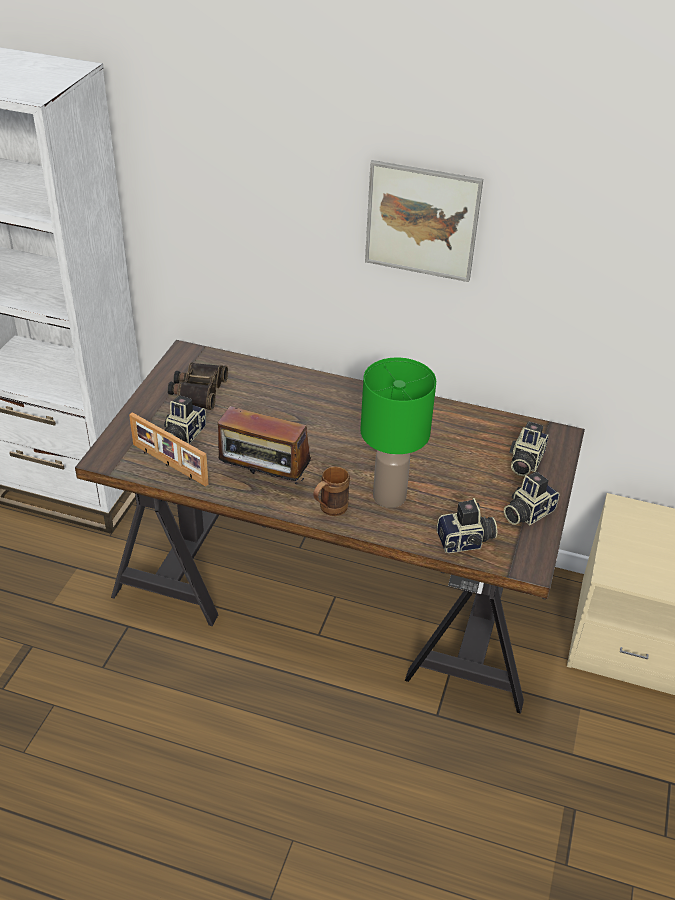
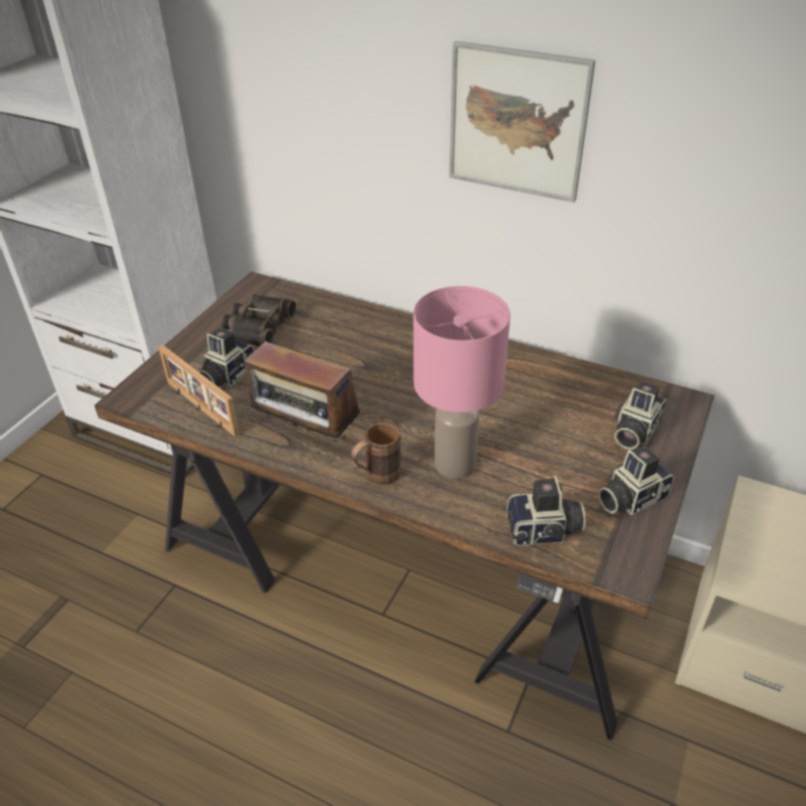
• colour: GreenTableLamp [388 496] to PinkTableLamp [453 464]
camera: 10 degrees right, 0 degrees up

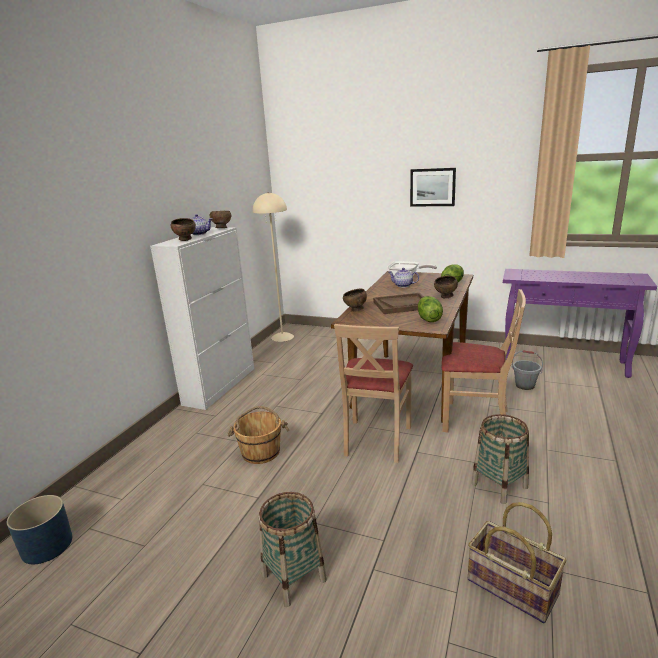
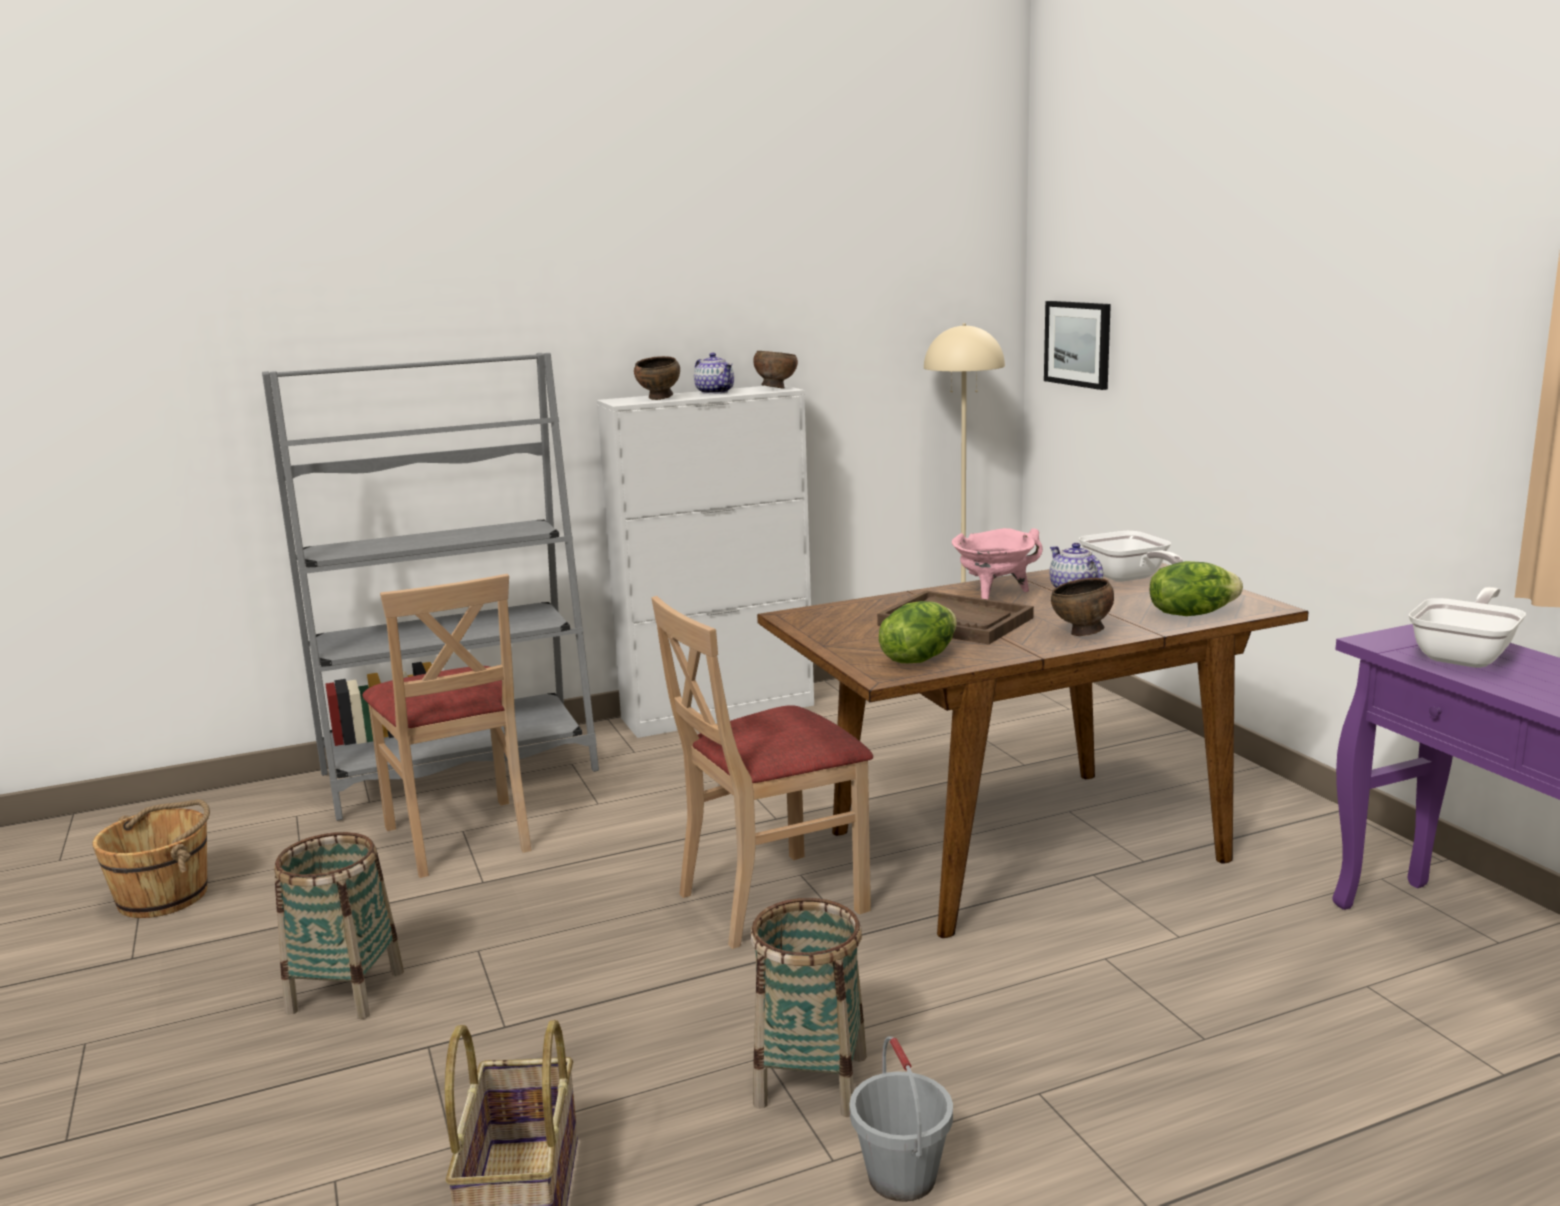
• relocated: BrownBucket [261 452] to [165 896]
• appeared: GreyBookcase [459 772]
• relocated: BeigeChair [475 419] to [460 837]
• relocated: GreyBucket [524 385] to [901 1177]
• appeared: PinkCookingPot [994 594]
• relocated: Picture [432 187] to [1078 343]
• appeared: FryingPan [1466 656]
• missing: BluePlanter [47 546]
• missing: BrownBowl [355 310]
camera: 45 degrees right, 5 degrees down

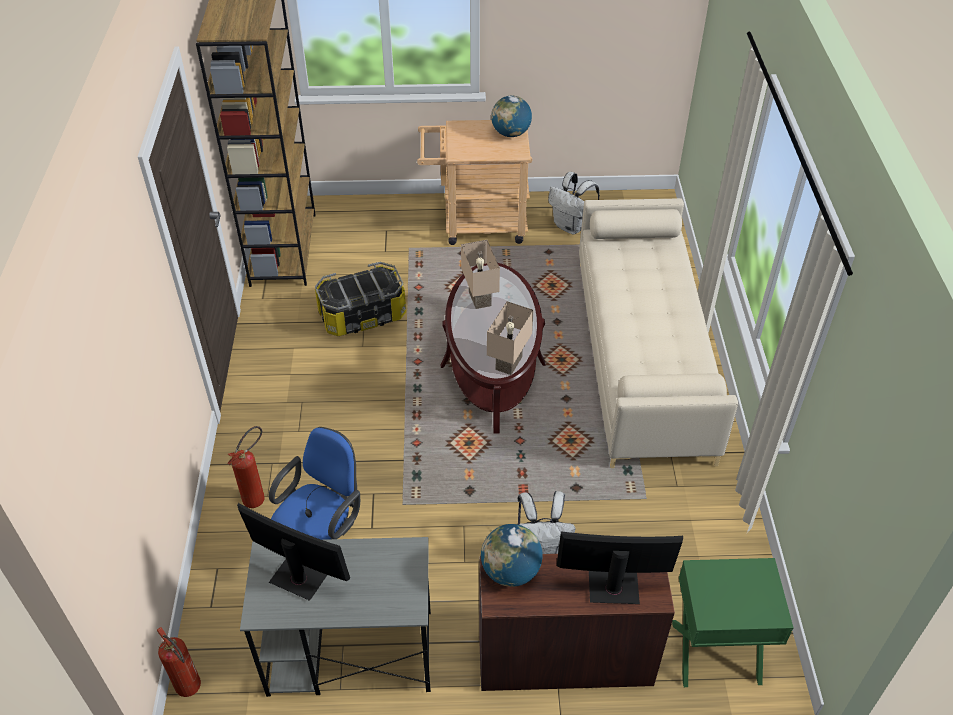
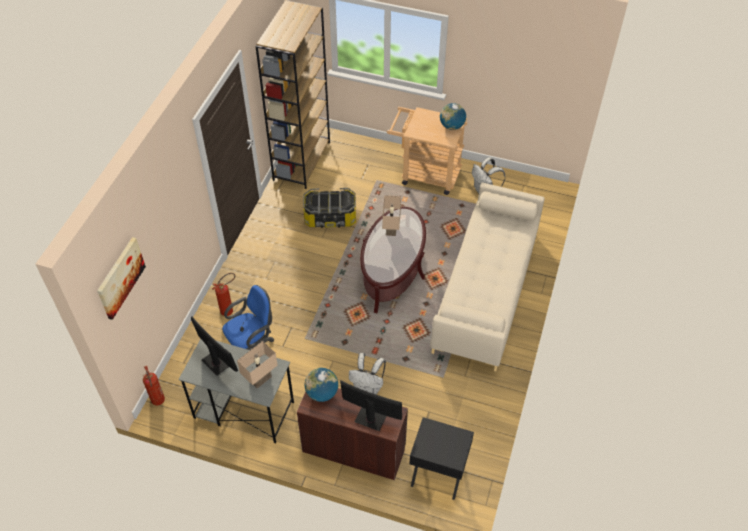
• appeared: Picture [120 277]
• relocated: BeigeTableLamp [507 362] to [260 378]
• colour: GreenNightstand [716 653] to BlackNightstand [437 474]
camera: 20 degrees right, 5 degrees up

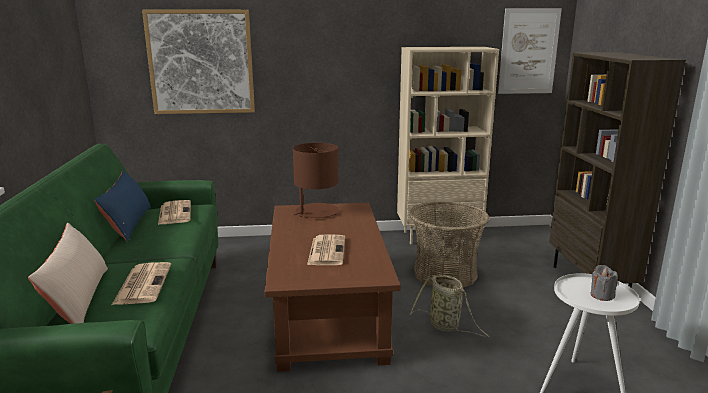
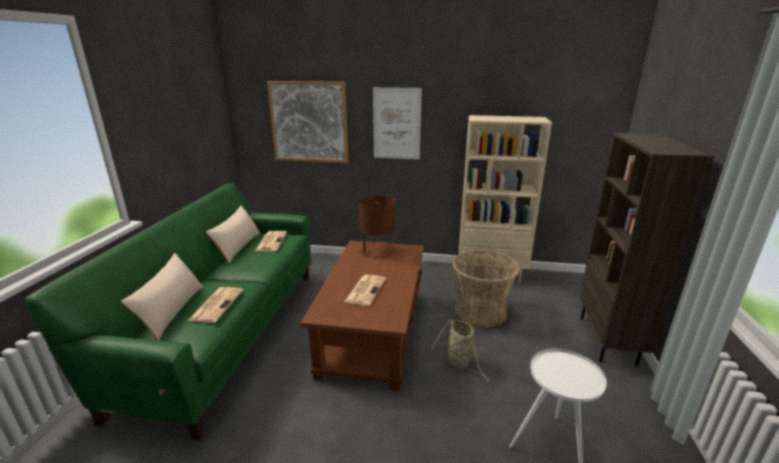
• colour: BluePillow [128 224] to BeigePillow [238 247]
• relocated: Picture [528 51] to [396 124]
• missing: GreyCandle [601 295]
camera: 15 degrees right, 5 degrees up

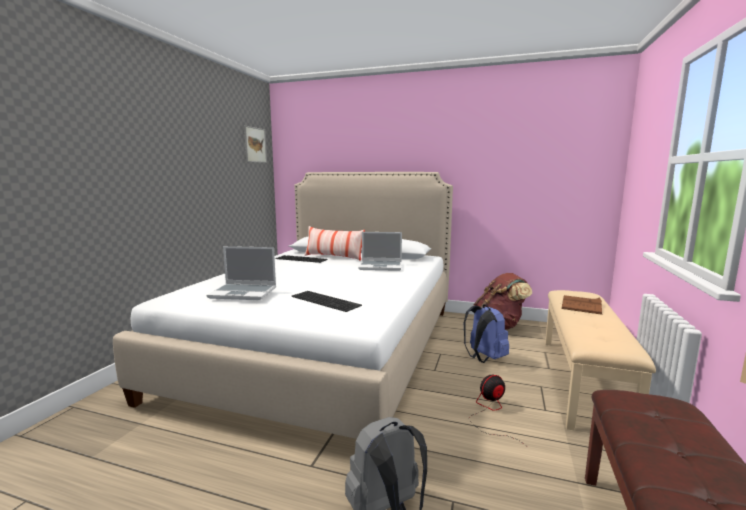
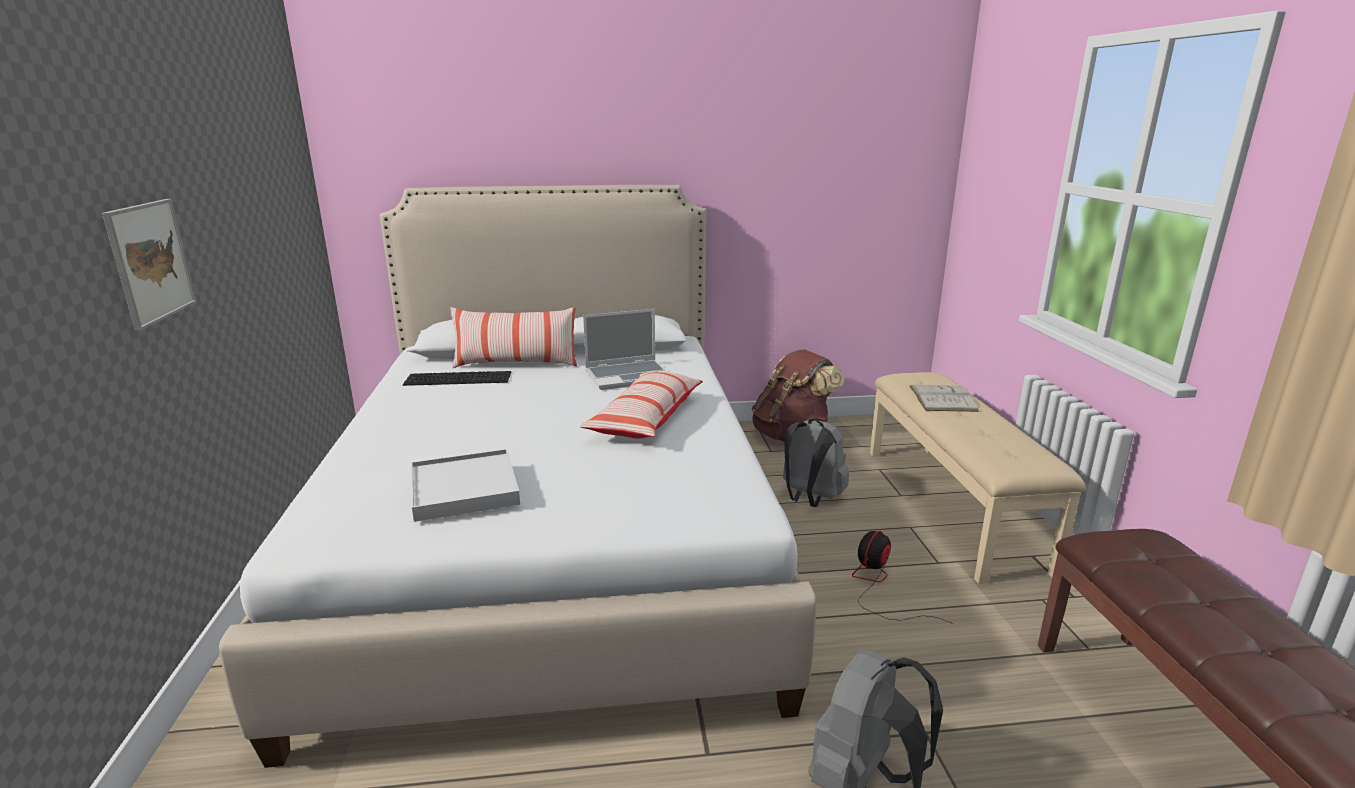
• relocated: Picture [255 145] to [151 262]
• exchanged: Laptop [244 293] to WhiteTray [465 489]
• appeared: Pillow [646 418]
• colour: BlueBackpack [484 358] to GreyBackpack [810 498]
• colour: BrownBook [581 305] to WhiteBook [942 398]
• missing: Keyboard [327 300]
camera: 25 degrees left, 10 degrees up

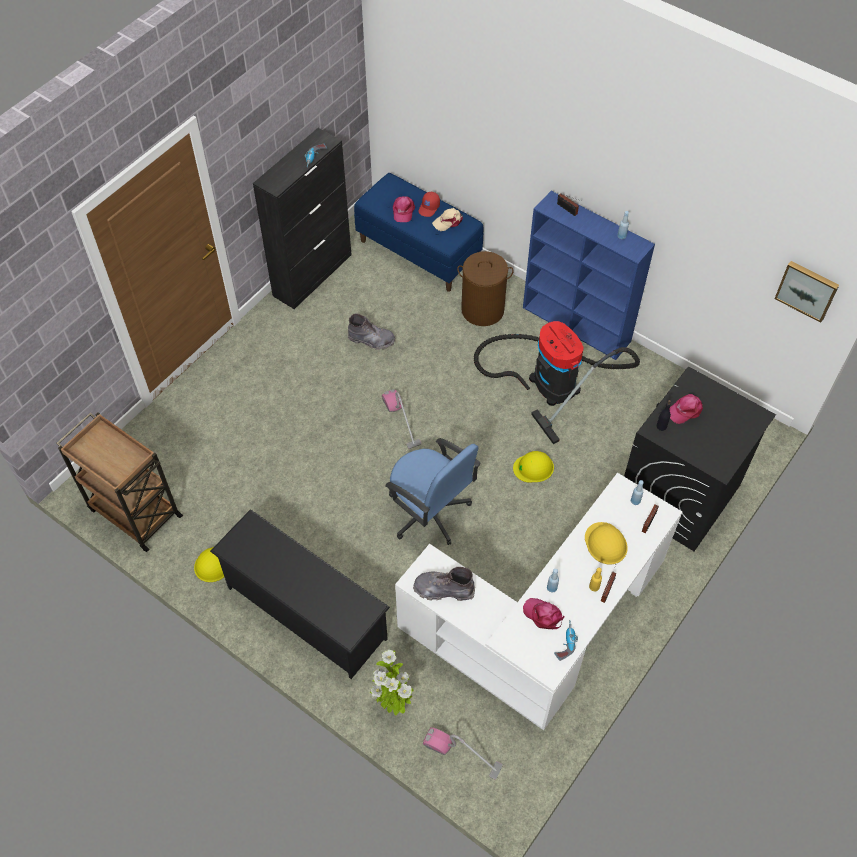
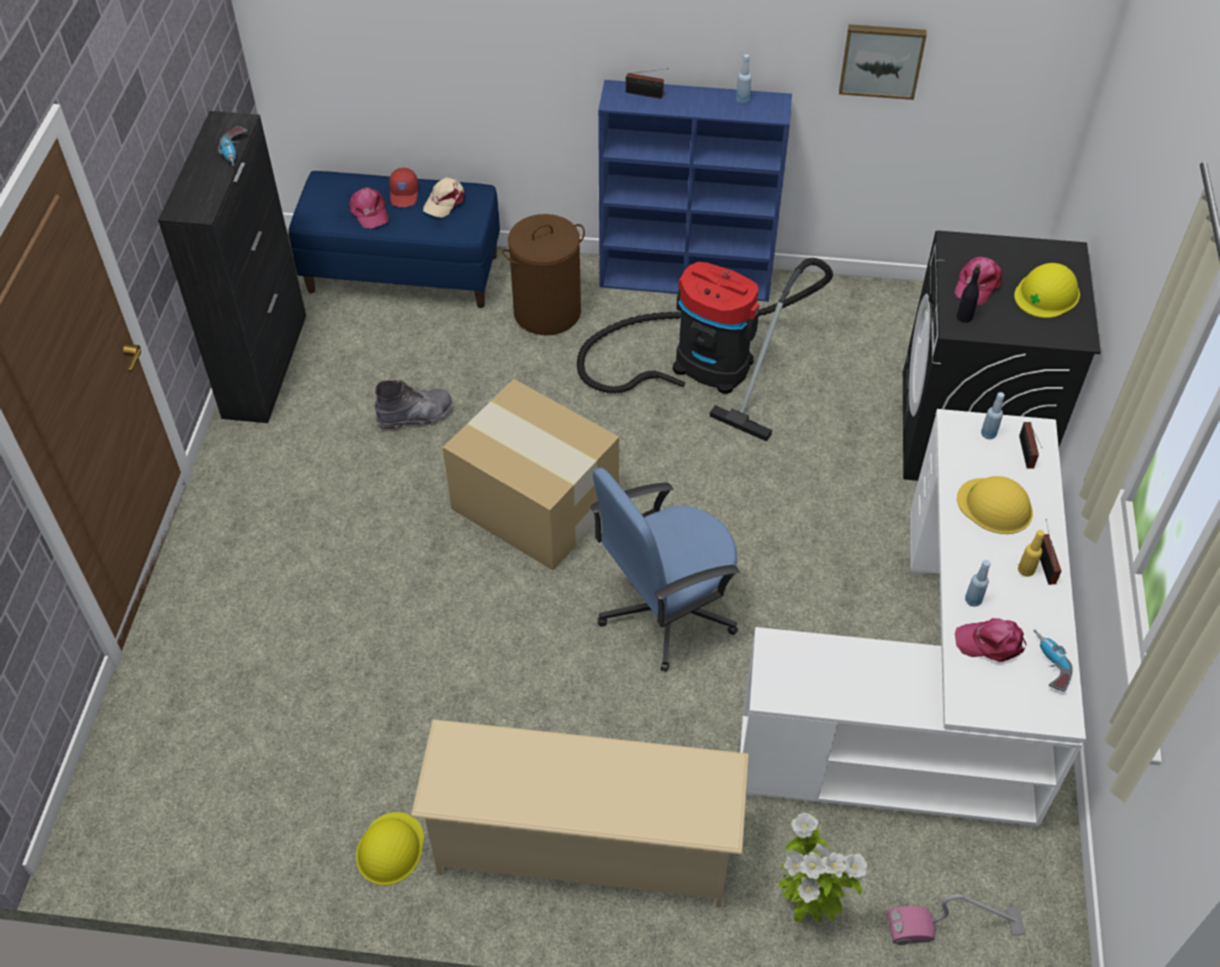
• colour: BlackShoeRack [305 612] to BeigeShoeRack [584 846]
• exchanged: VacuumCleaner [401 421] to CardboardBox [536 505]
• spun: BlueOfficeChair [429 512] = [665 611] 135 degrees clockwise
• relocated: Picture [807 290] to [881 59]
• relocated: YellowHardHat [533 467] to [1047 294]
• missing: BrownCart [134 512]
• missing: GreyBoot [443 590]
camera: 30 degrees left, 5 degrees down

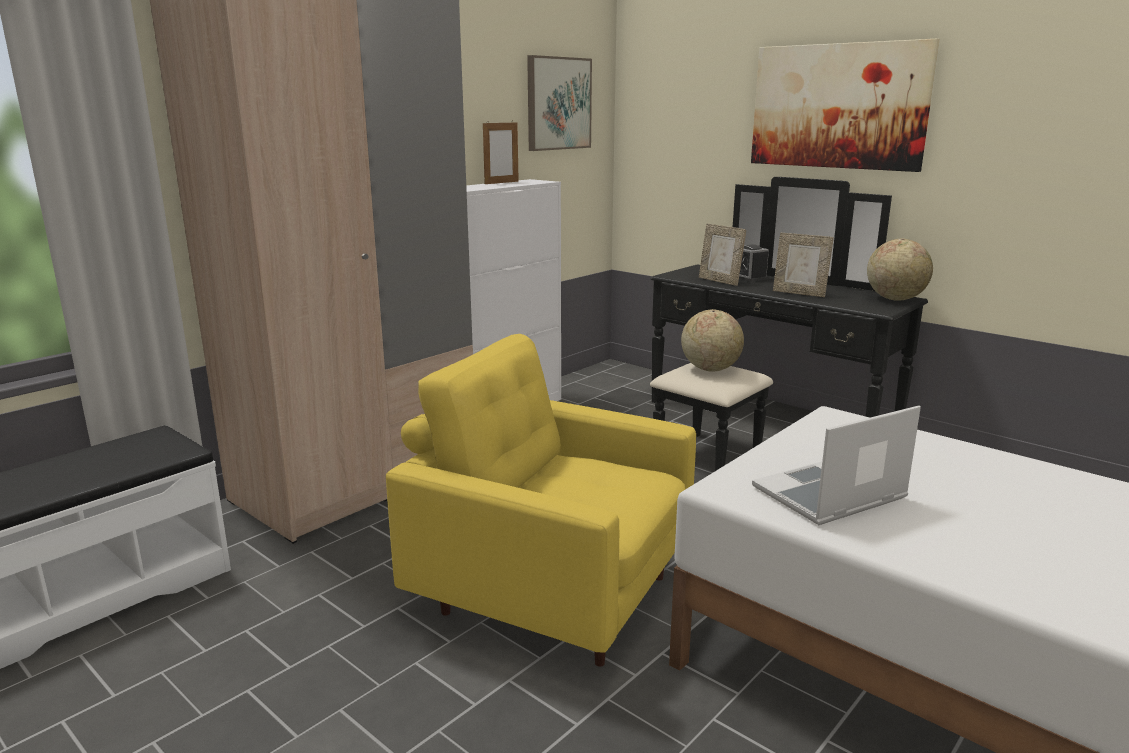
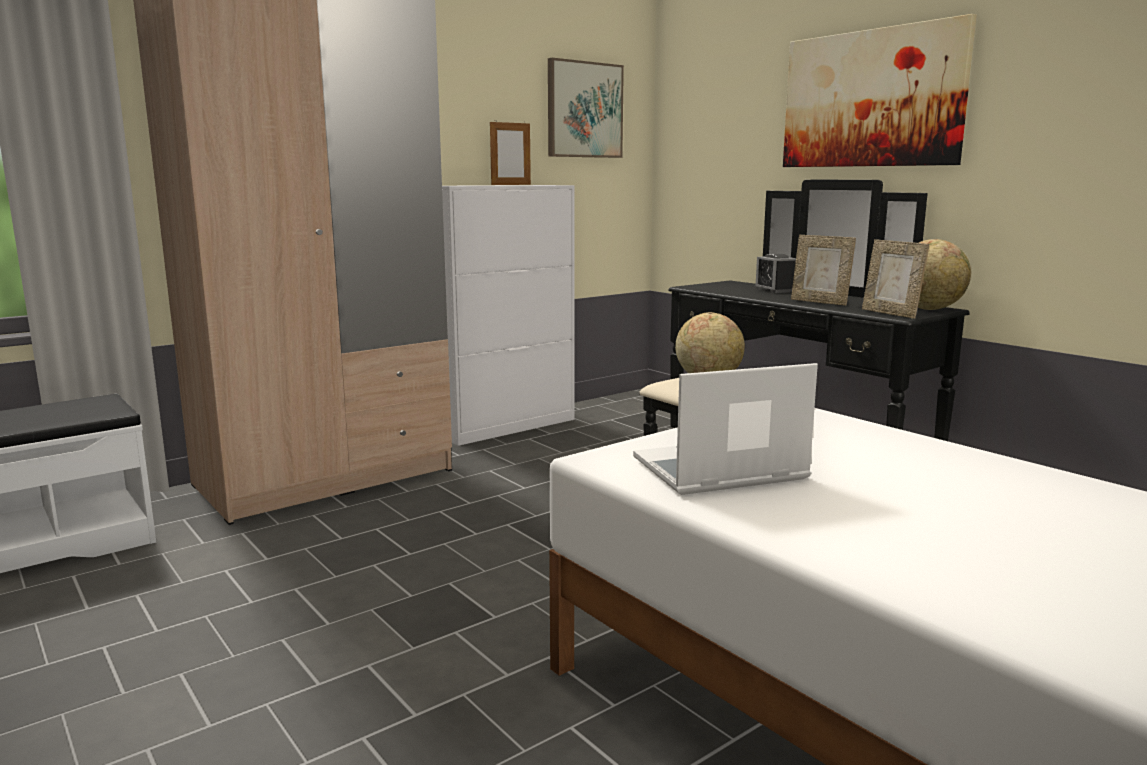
• relocated: PictureFrame [720 281] to [890 313]
• missing: YellowArmchair [551 592]
camera: 10 degrees right, 5 degrees down

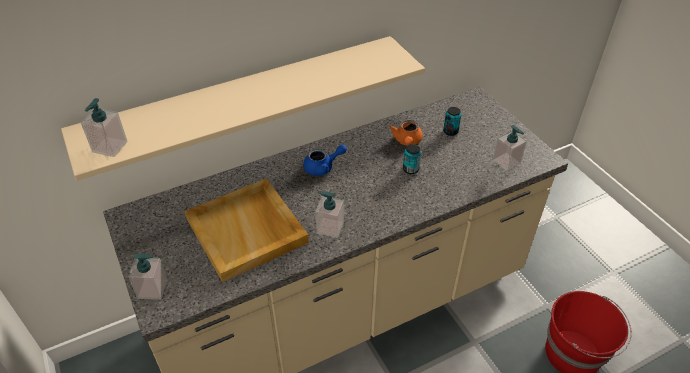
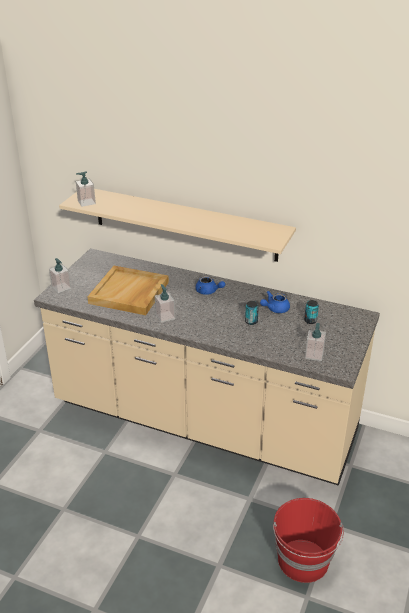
• colour: OrangeTeapot [407 141] to BlueTeapot [275 309]
camera: 50 degrees right, 10 degrees down

